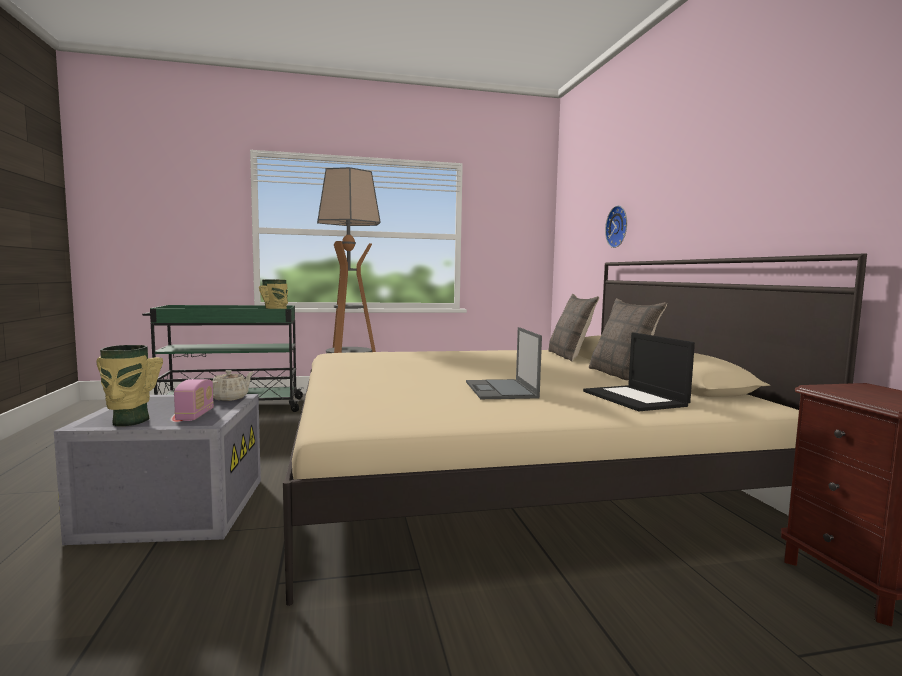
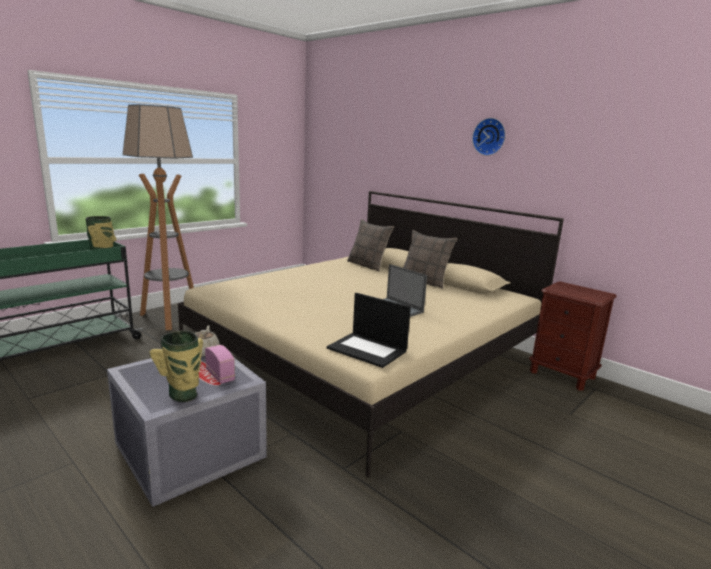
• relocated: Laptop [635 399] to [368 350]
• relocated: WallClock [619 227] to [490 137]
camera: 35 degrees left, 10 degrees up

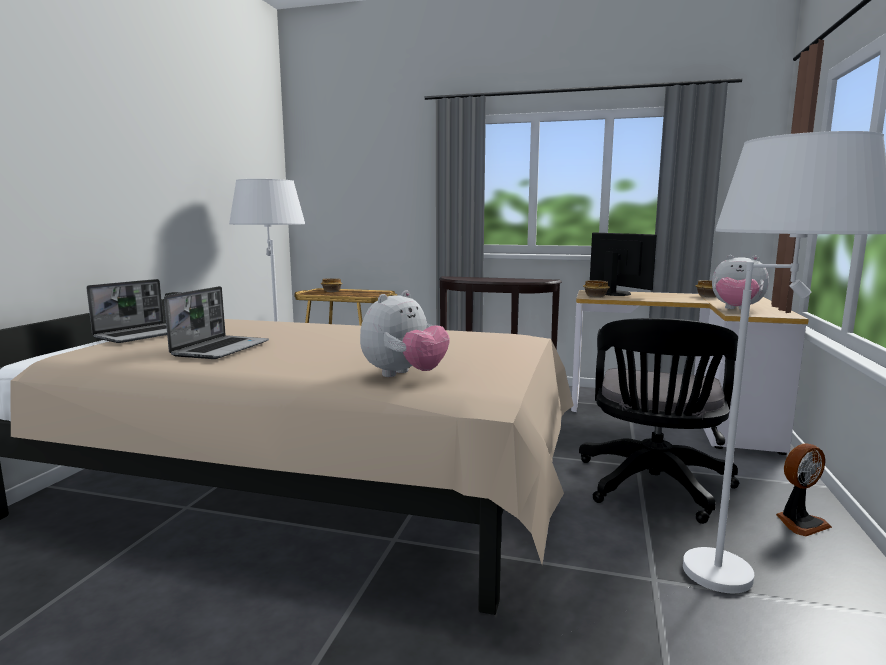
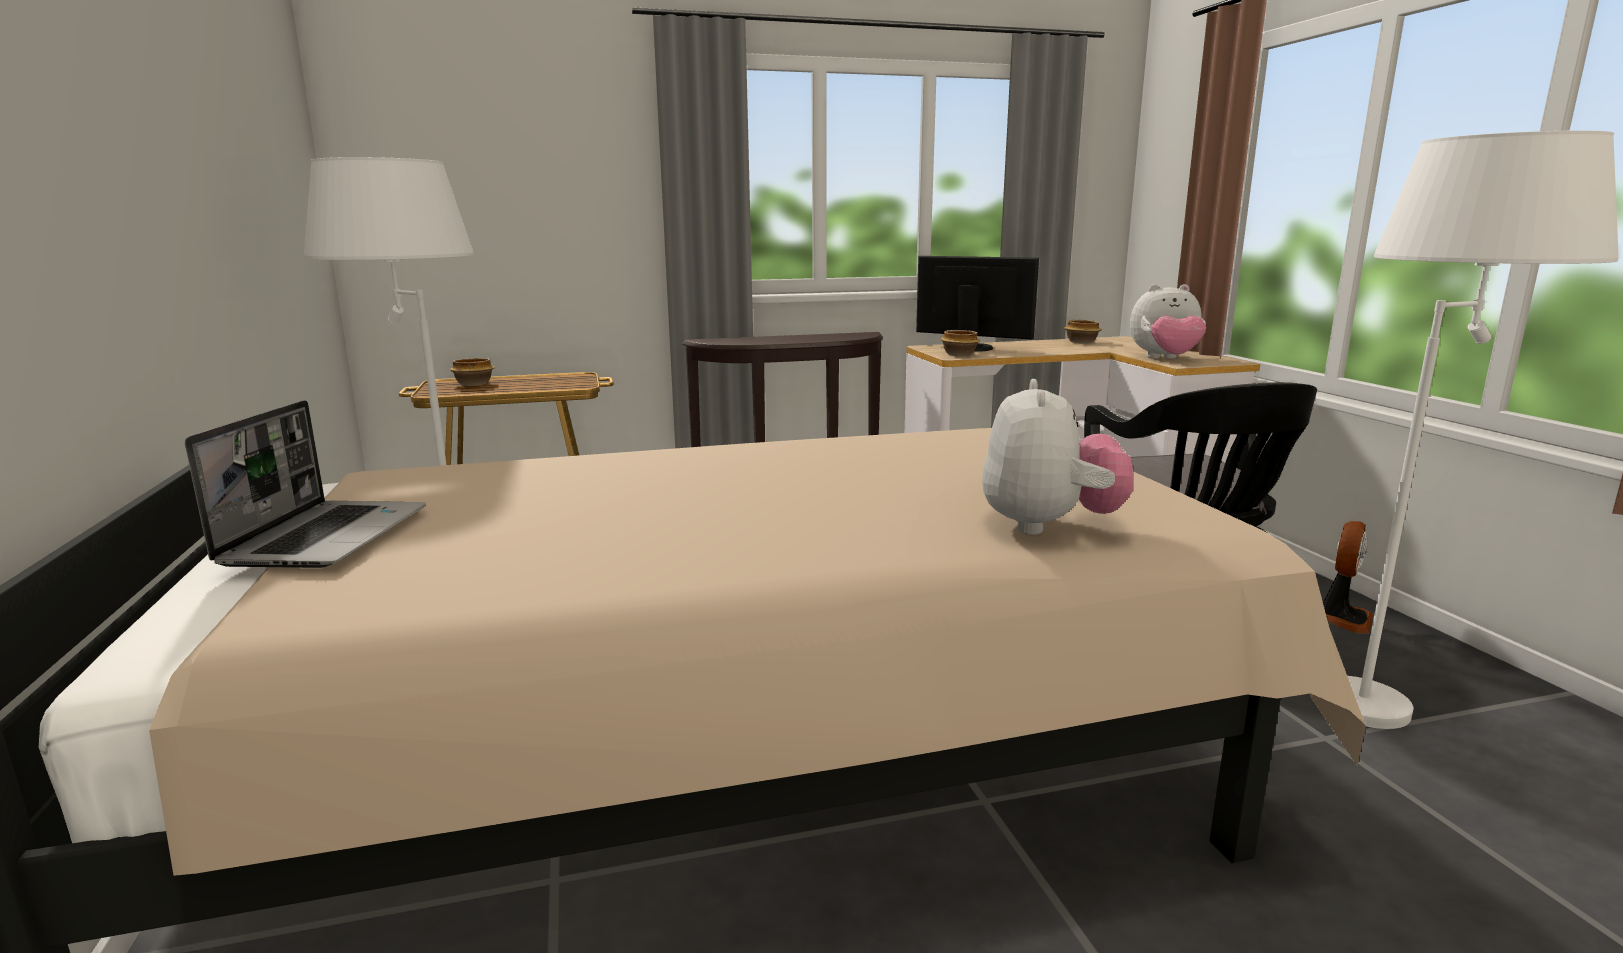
• missing: Laptop [221 349]
camera: 30 degrees left, 5 degrees up

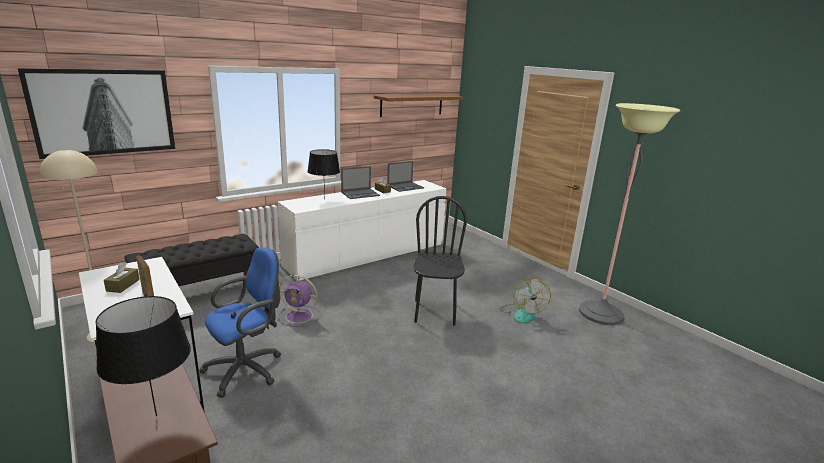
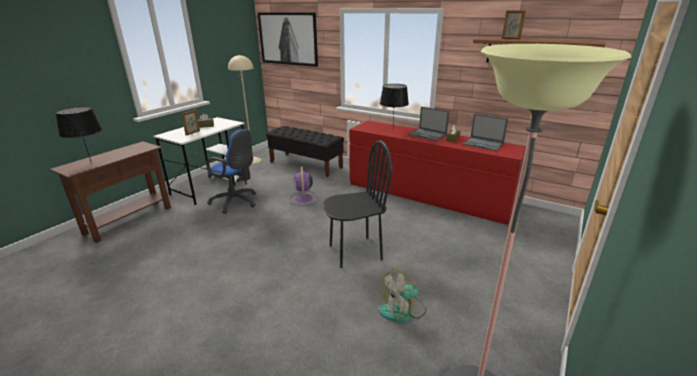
• colour: WhiteDresser [367 254] to RedDresser [427 195]
• appeared: PictureFrame [510 38]
camera: 70 degrees right, 5 degrees up

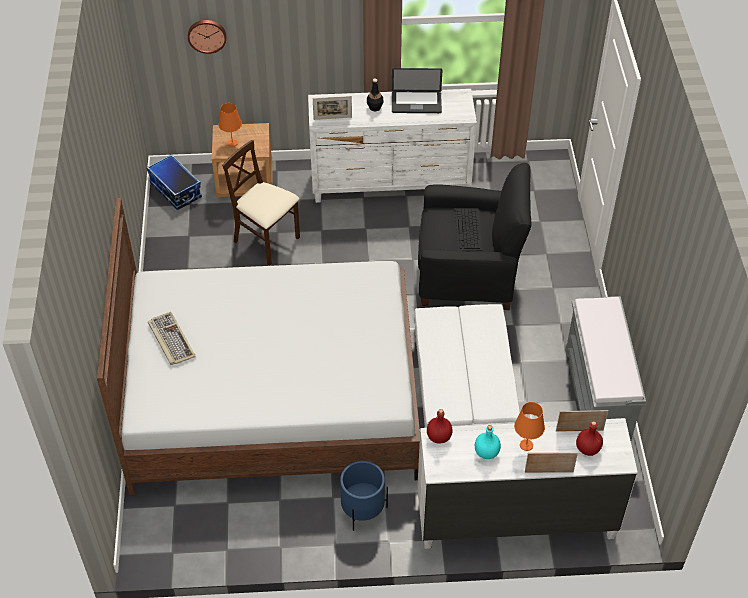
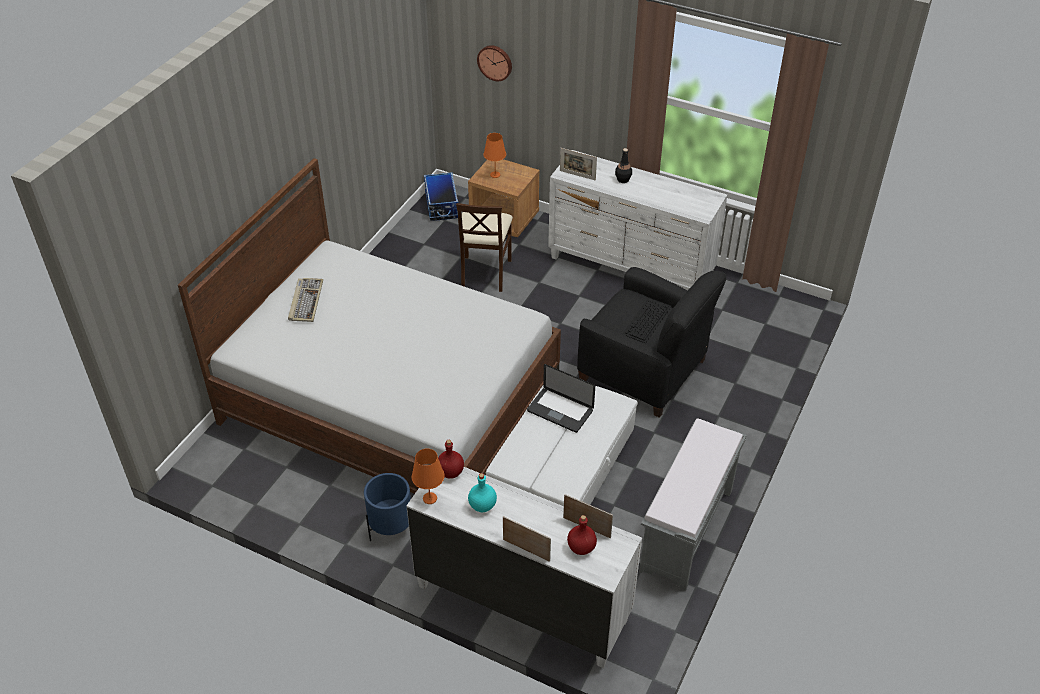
• relocated: OrangeTableLamp [526 445] to [430 498]
• spun: BeigeChair [266 241] = [485 273] 150 degrees counterclockwise
• relocated: Laptop [416 103] to [560 411]
camera: 30 degrees right, 5 degrees down

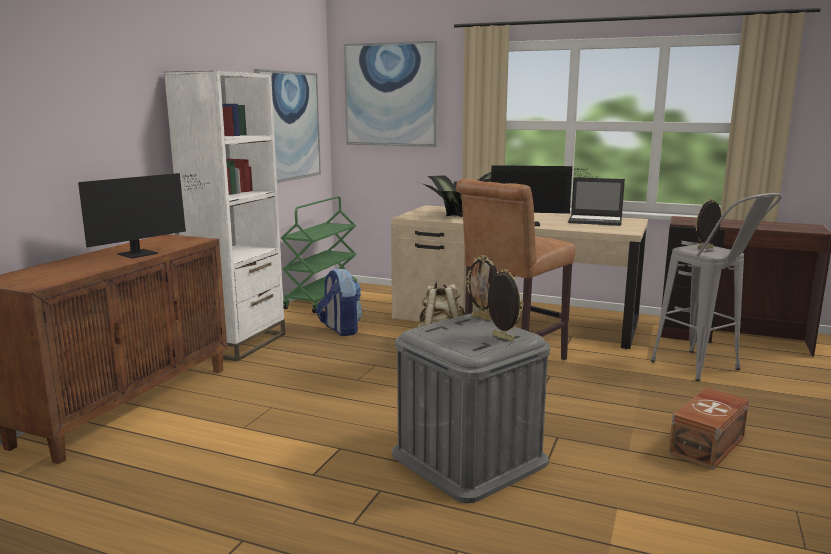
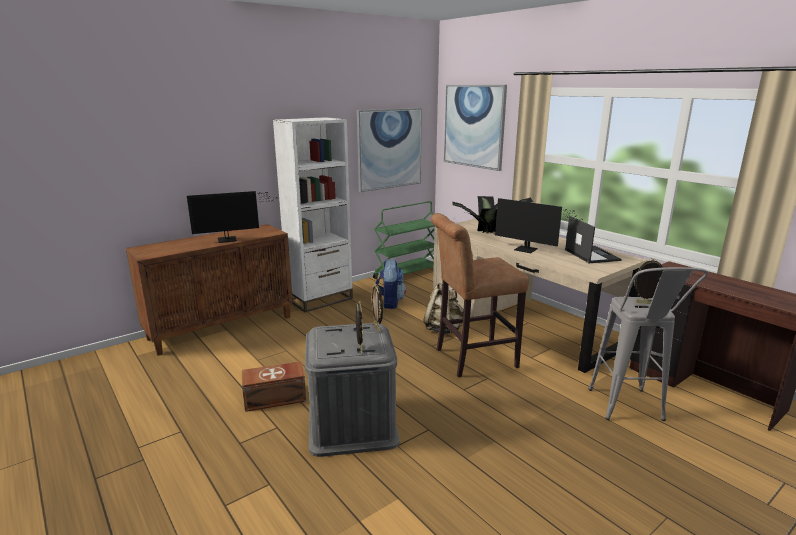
• relocated: BrownStorageBox [709 445] to [276 398]
• spun: Laptop [596 221] = [591 255] 150 degrees counterclockwise
camera: 30 degrees right, 5 degrees up

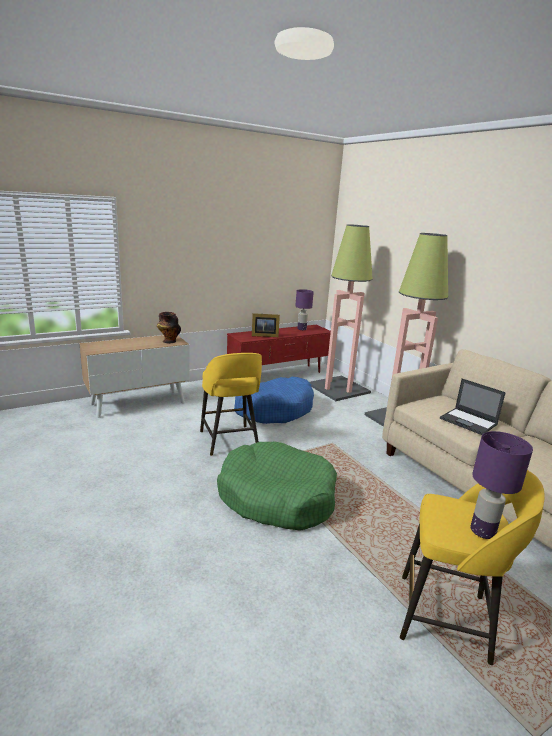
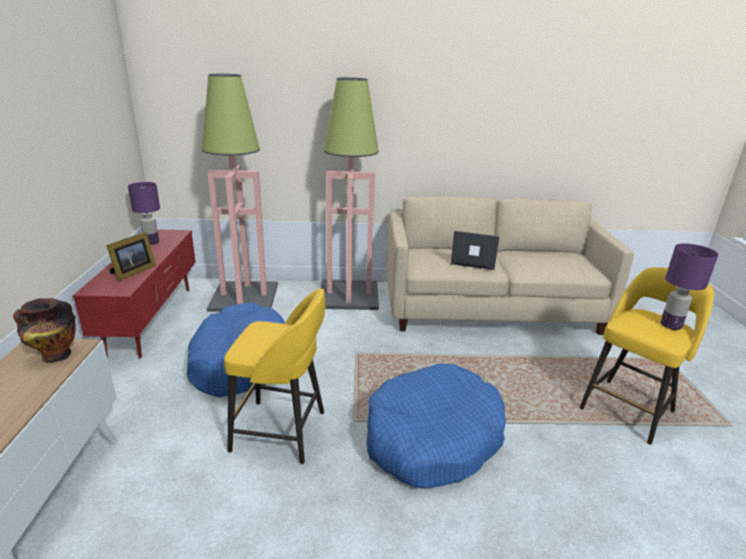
• colour: GreenDogBed [276 497] to BlueDogBed [432 438]
• spun: Laptop [469 421] = [473 260] 150 degrees counterclockwise
camera: 60 degrees left, 5 degrees up

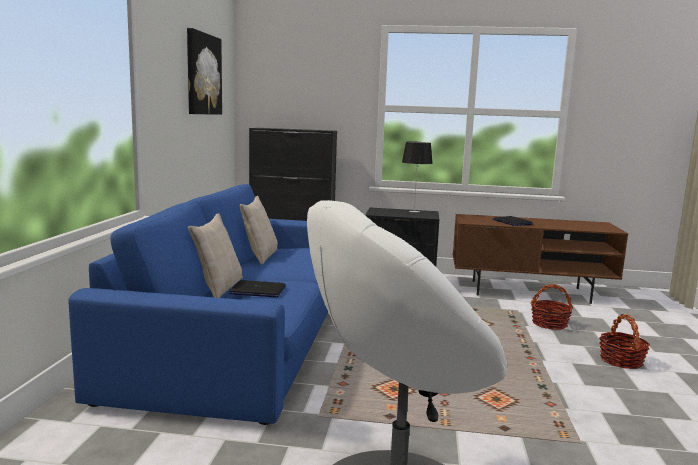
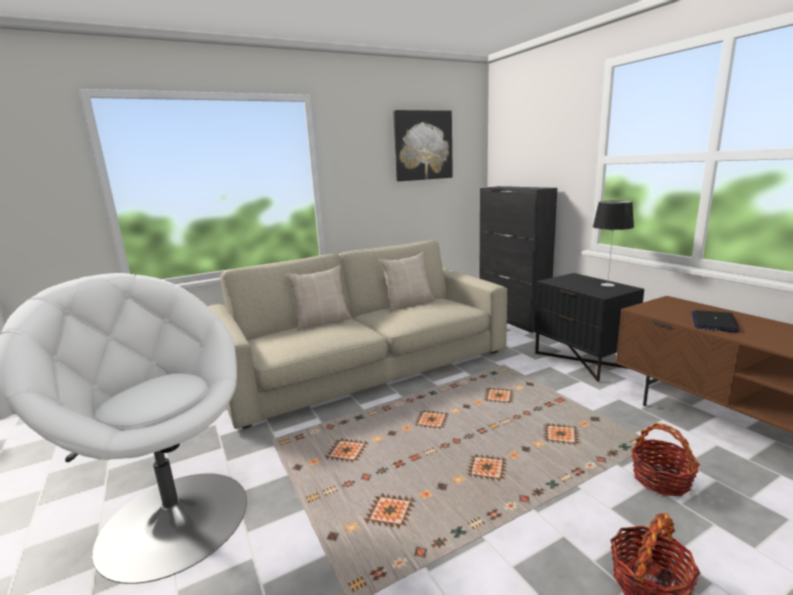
• colour: BlueSofa [247 335] to BeigeSofa [364 364]
• missing: Laptop [257 290]
camera: 55 degrees right, 5 degrees up

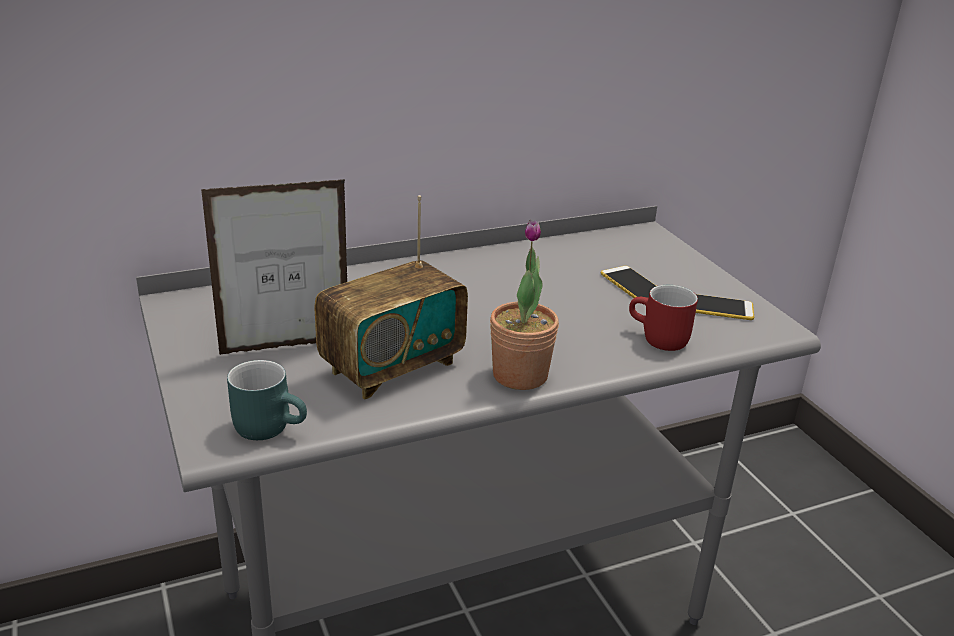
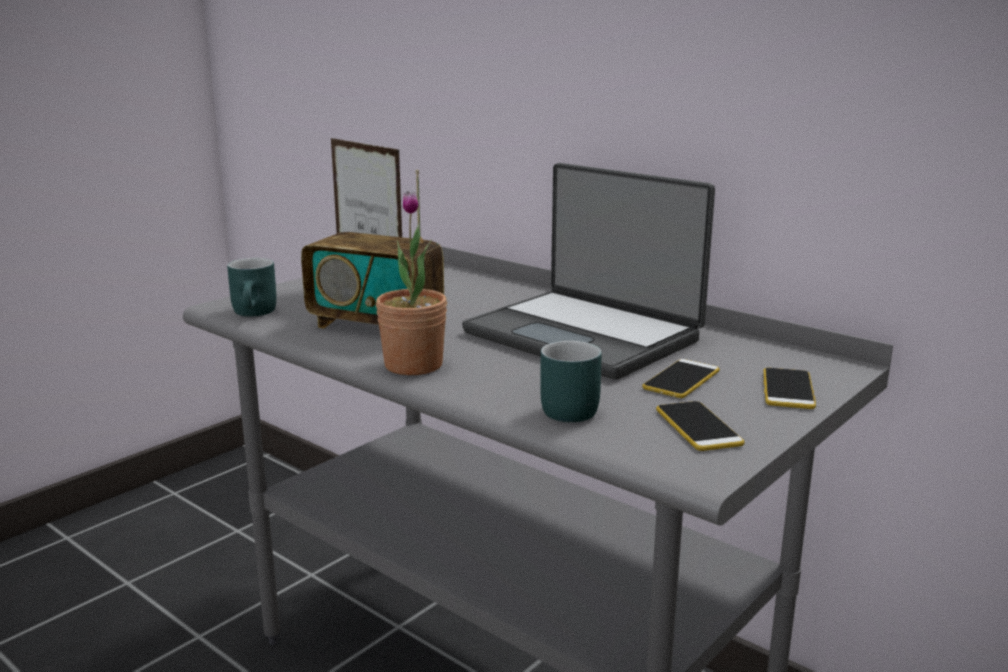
• appeared: Laptop [585 335]
• colour: RedMug [657 339] to TurquoiseMug [565 408]
• appeared: Phone [788 389]
camera: 65 degrees right, 10 degrees down

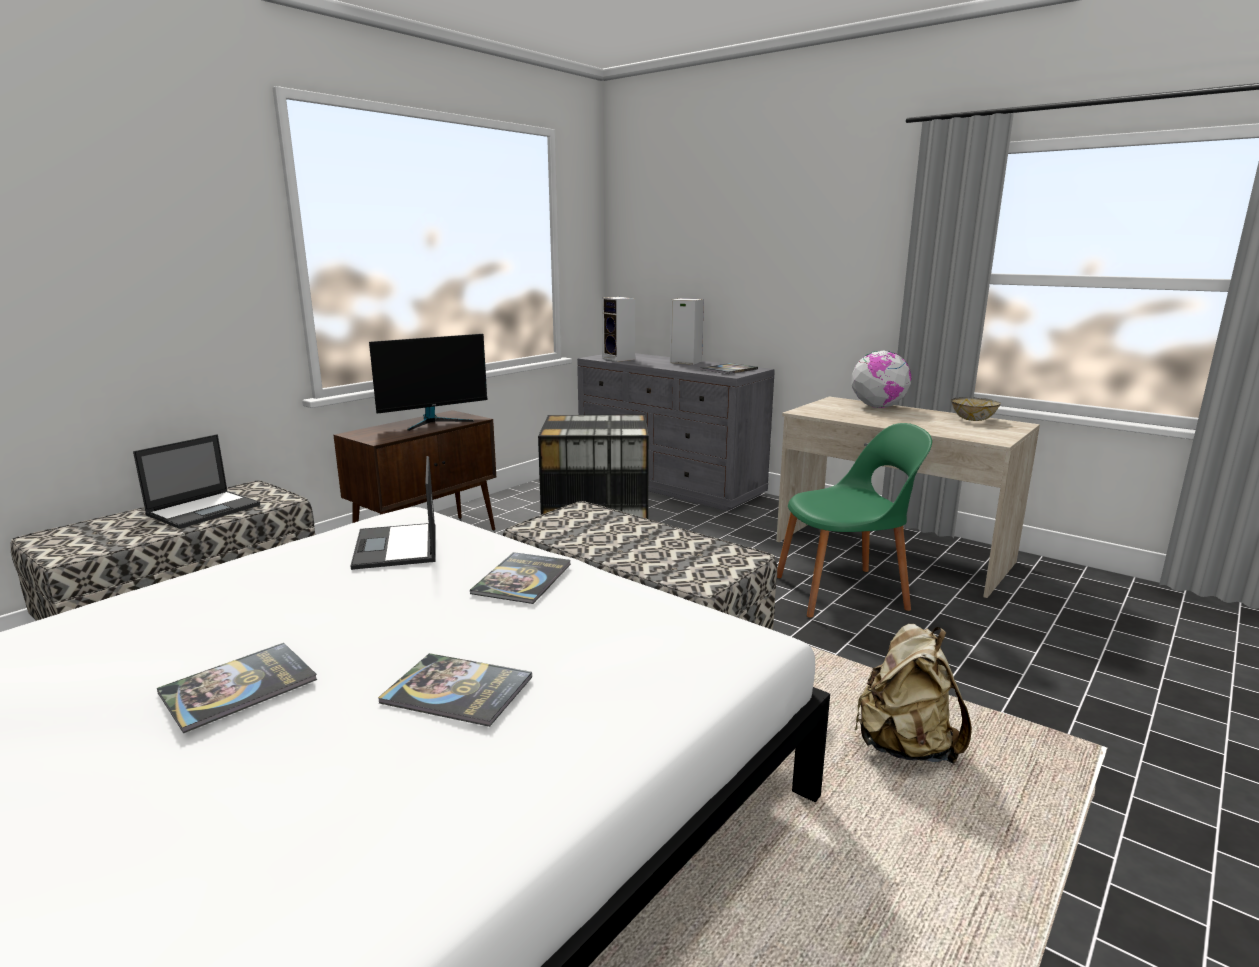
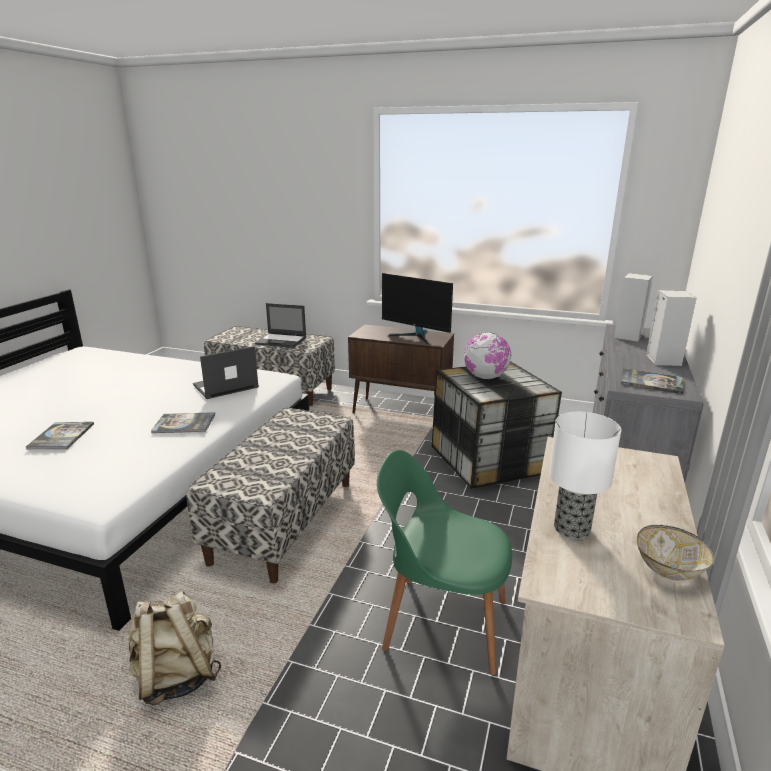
• spun: GreenChair [844 592] = [442 622] 135 degrees clockwise
• relocated: Globe [878 407] to [486 377]
• appeared: TableLamp [571 528]
• missing: Book [238 687]
camera: 70 degrees right, 5 degrees up

